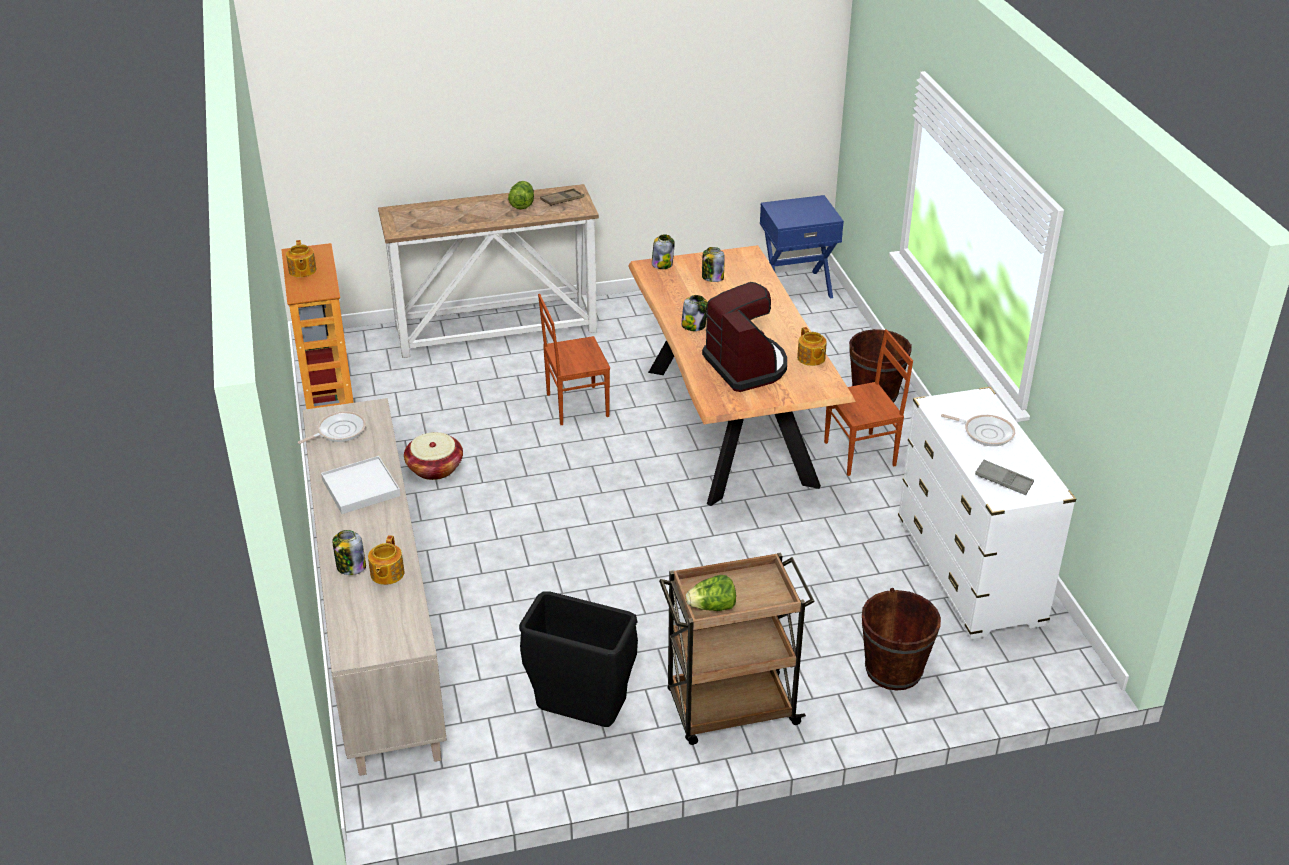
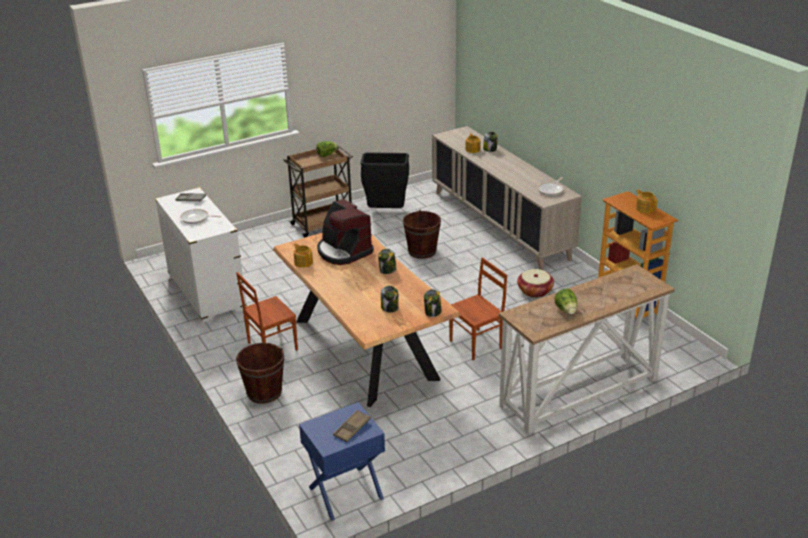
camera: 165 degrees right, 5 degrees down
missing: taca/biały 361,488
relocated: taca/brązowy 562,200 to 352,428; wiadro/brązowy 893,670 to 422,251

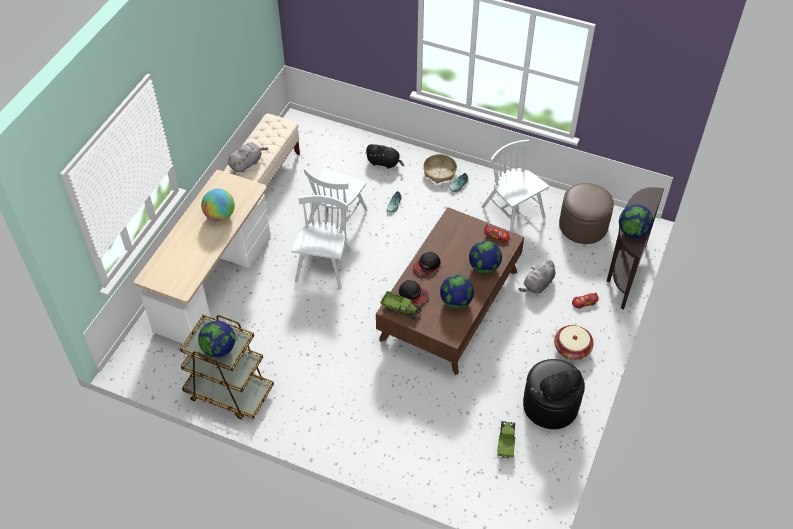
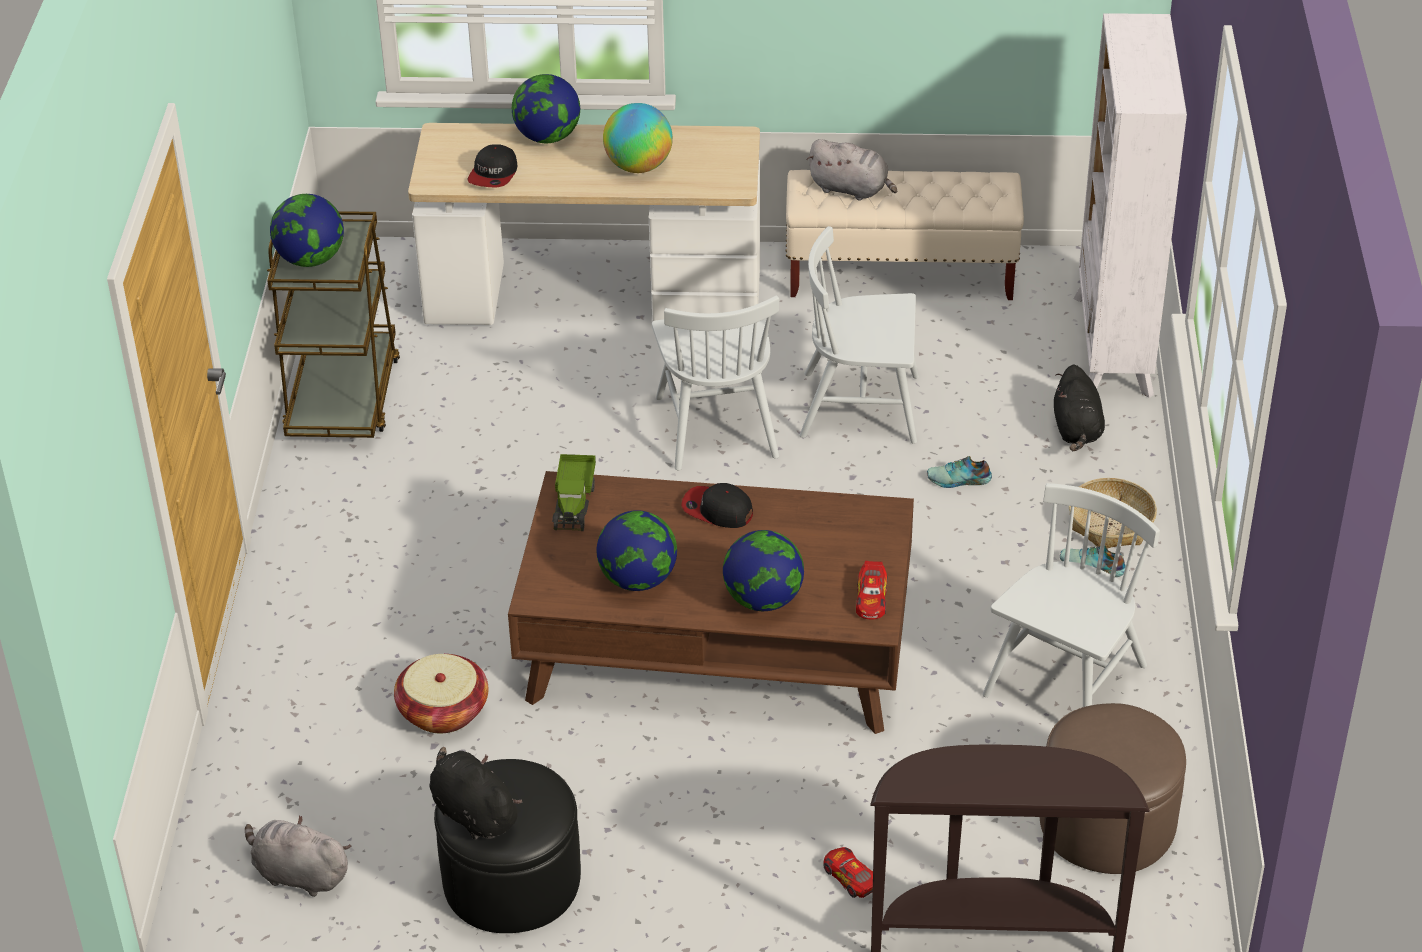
camera: 70 degrees right, 10 degrees down
missing: ciężarówka zabawkowa 506,442
appeared: regał/biały 1112,346
relocated: czapka z daszkiem 413,294 to 493,174; pluszak/szary 538,285 to 298,874; koszyk 572,348 to 443,711; globus 632,232 to 547,137
spun: krzesło/biały 323,266 = 717,426 90 degrees clockwise

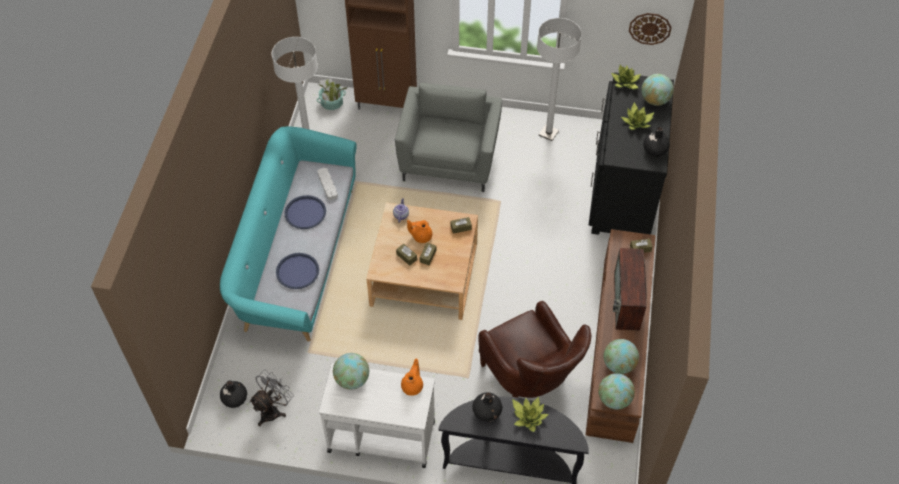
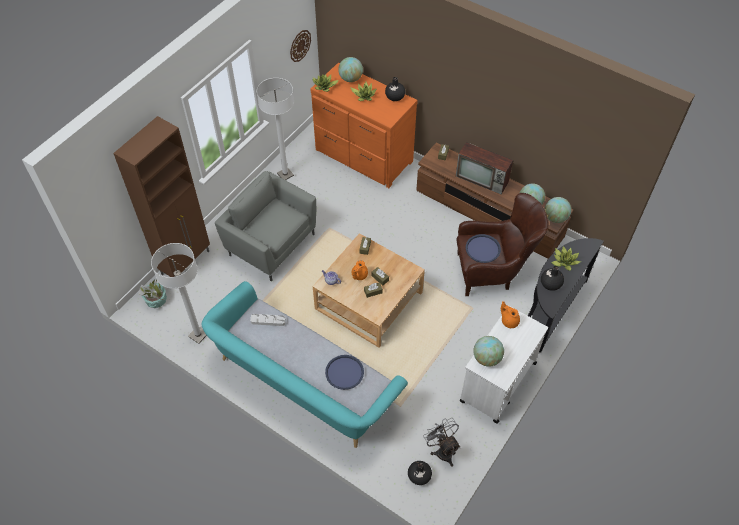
camera: 65 degrees left, 0 degrees up
relocated: taca/niebieski 305,213 to 483,249
colour: komoda/czarny 622,191 to komoda/pomarańczowy 363,156

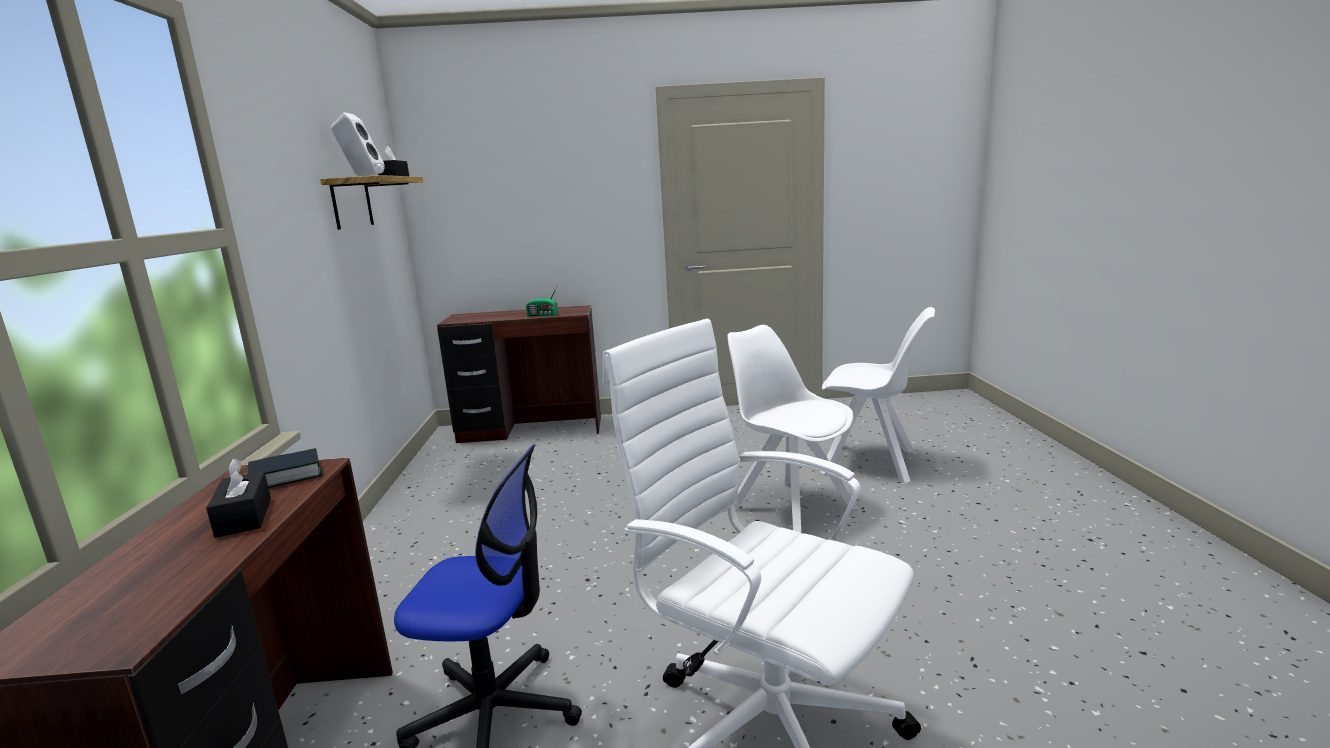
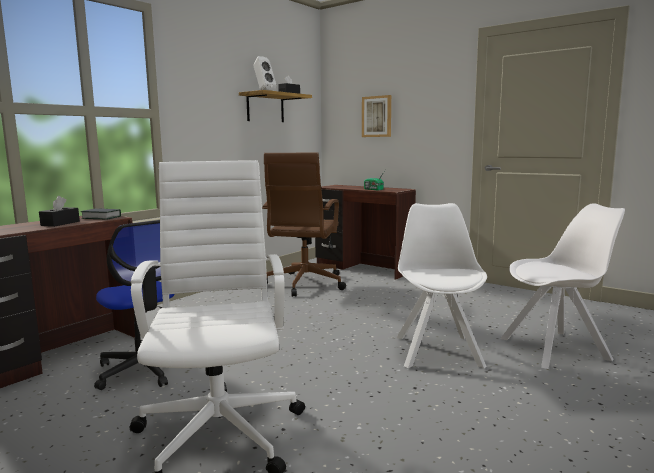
camera: 40 degrees right, 5 degrees down
appeared: krzesło biurowe/brązowy 304,284; obraz 377,116
spun: krzesło/biały 871,462 = 556,349 75 degrees counterclockwise

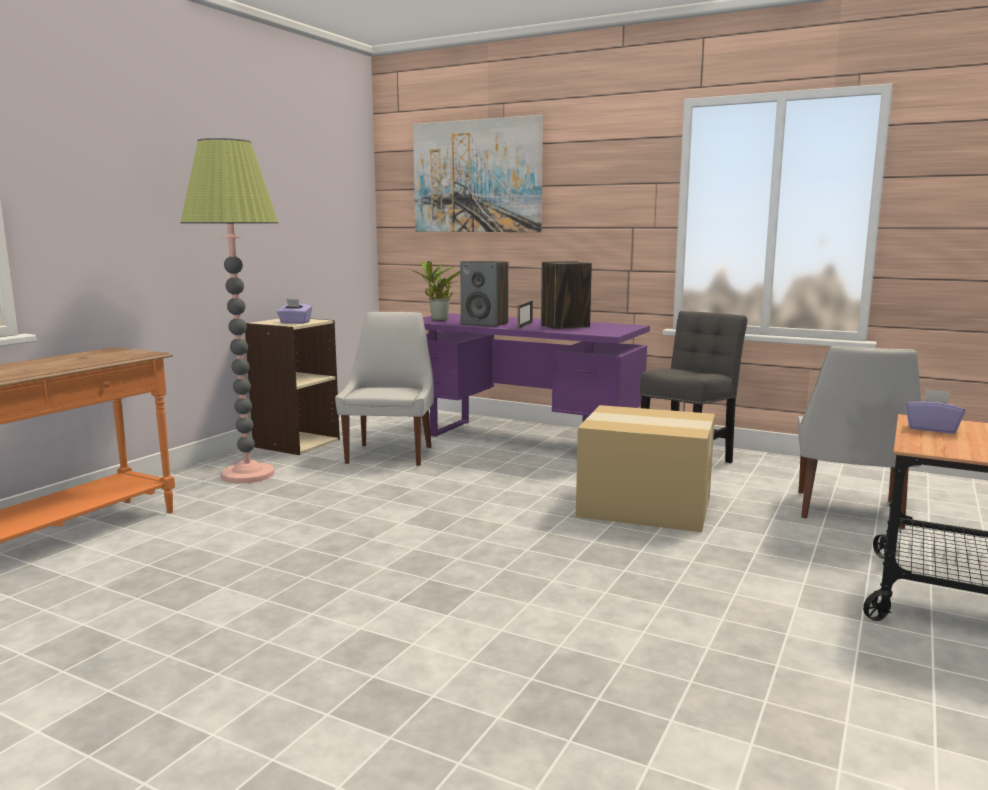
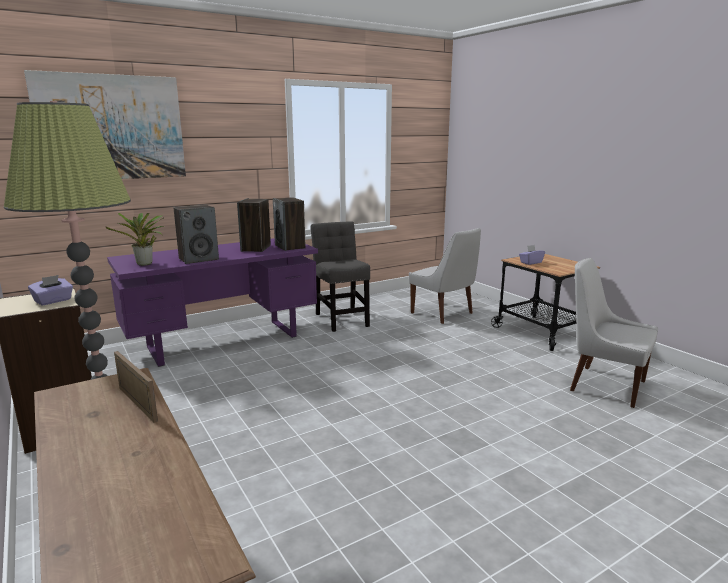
camera: 60 degrees left, 5 degrees up
missing: karton 646,507
appeared: głośnik 290,247
relocated: krzesło/biały 390,454 to 604,385; ramka na zdjęcie 525,326 to 137,404

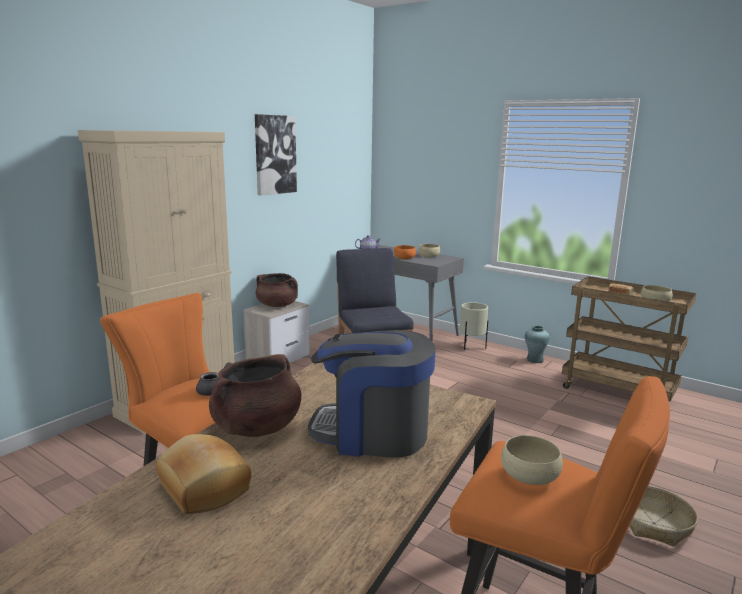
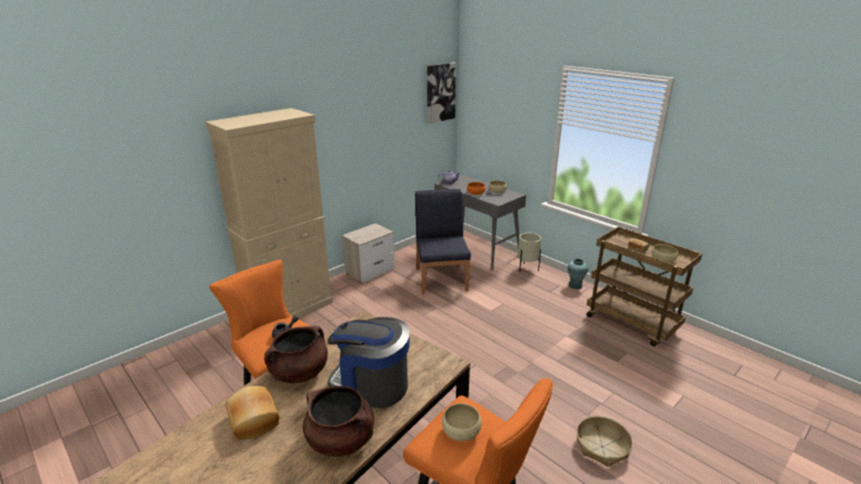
camera: 10 degrees right, 10 degrees up
relocated: obraz 274,154 to 440,92; garnek/brązowy 277,305 to 341,440

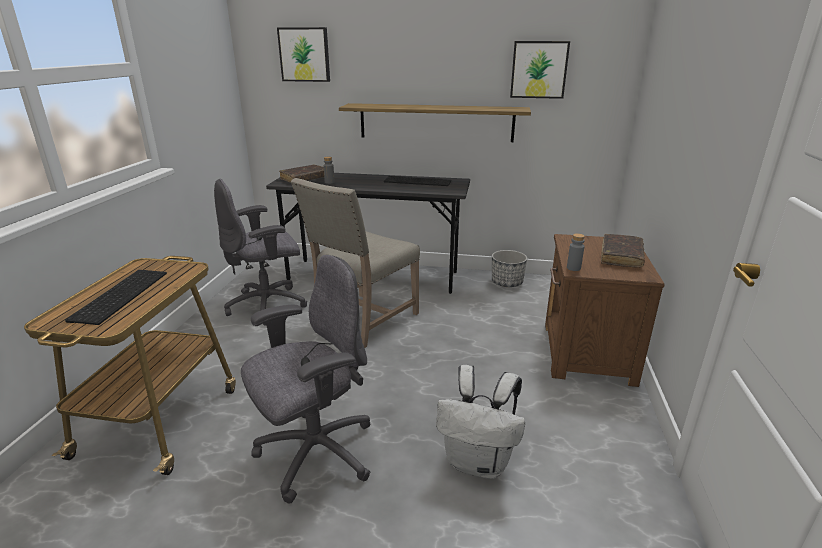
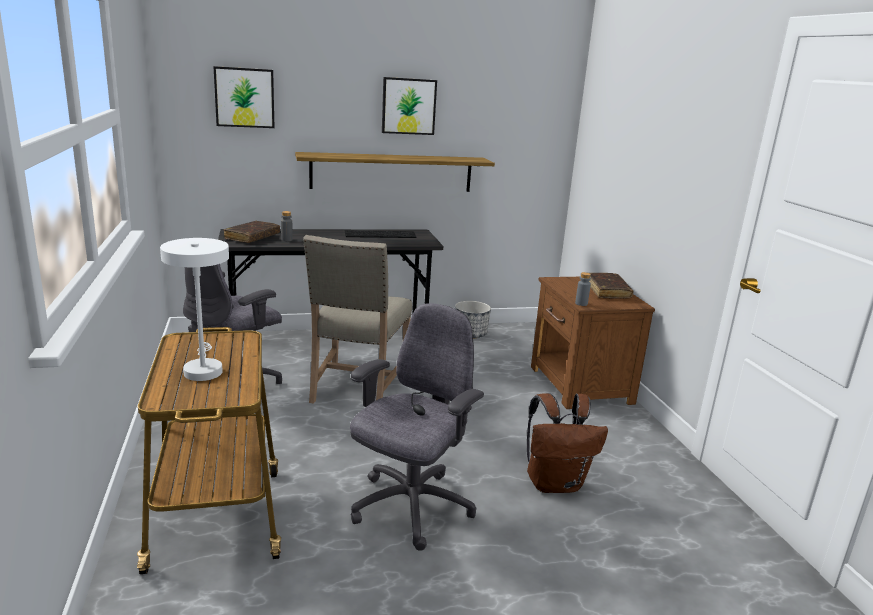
camera: 25 degrees left, 5 degrees down
relocated: obraz 539,69 to 408,106
exchanged: klawiatura 119,295 to lampa stołowa/biały 202,369
colour: plecak/biały 478,462 to plecak/brązowy 555,483

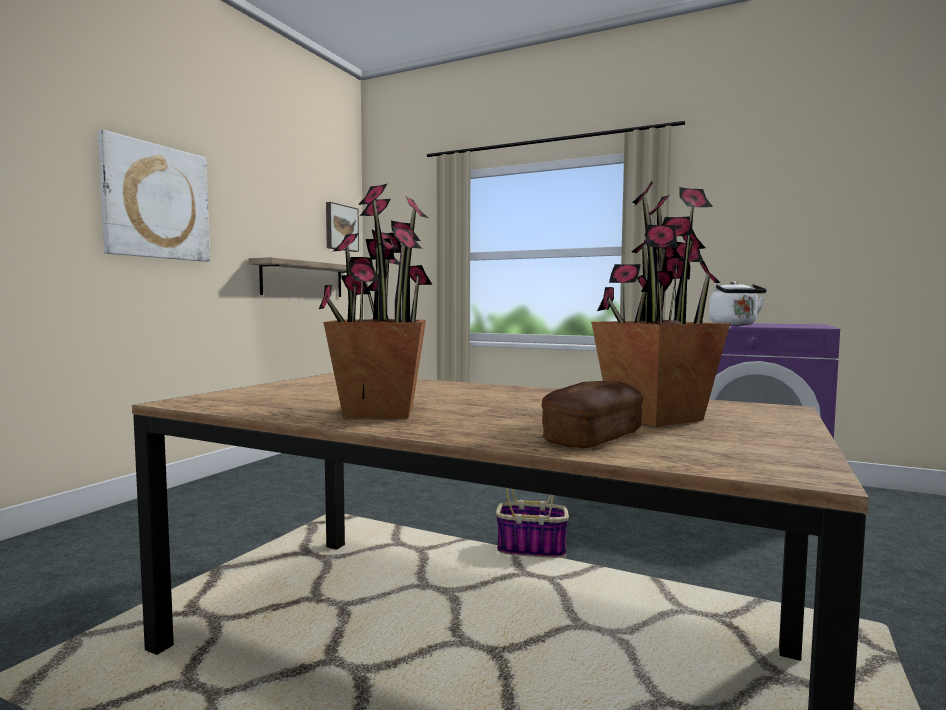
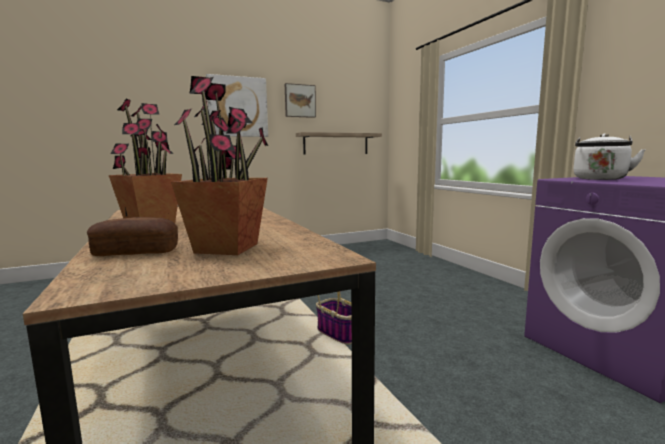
camera: 40 degrees right, 5 degrees up
relocated: obraz 340,227 to 299,101

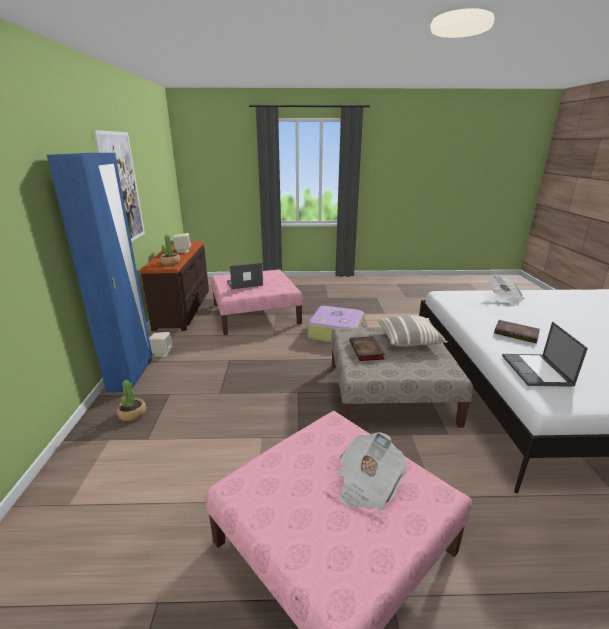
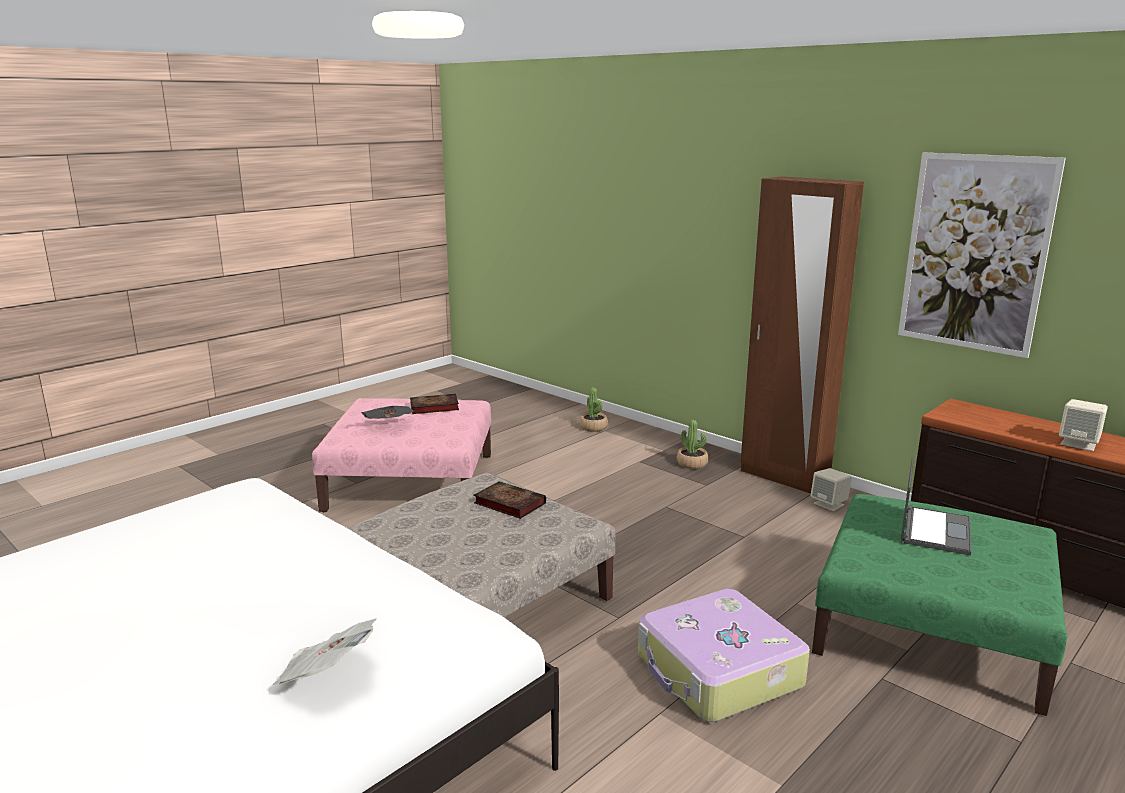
camera: 135 degrees right, 5 degrees down
missing: poduszka 409,339; laptop 536,370
relocated: roślina doniczkowa 170,263 to 593,427; książka 517,334 to 433,407
colour: szafa/niebieski 131,375 to szafa/brązowy 783,478; pufa/różowy 255,314 to pufa/zielony 930,626

